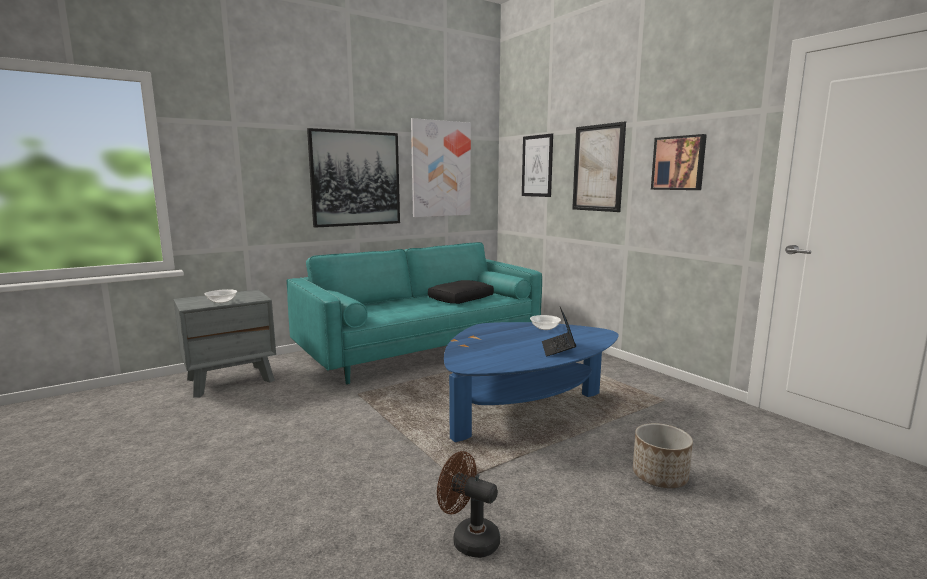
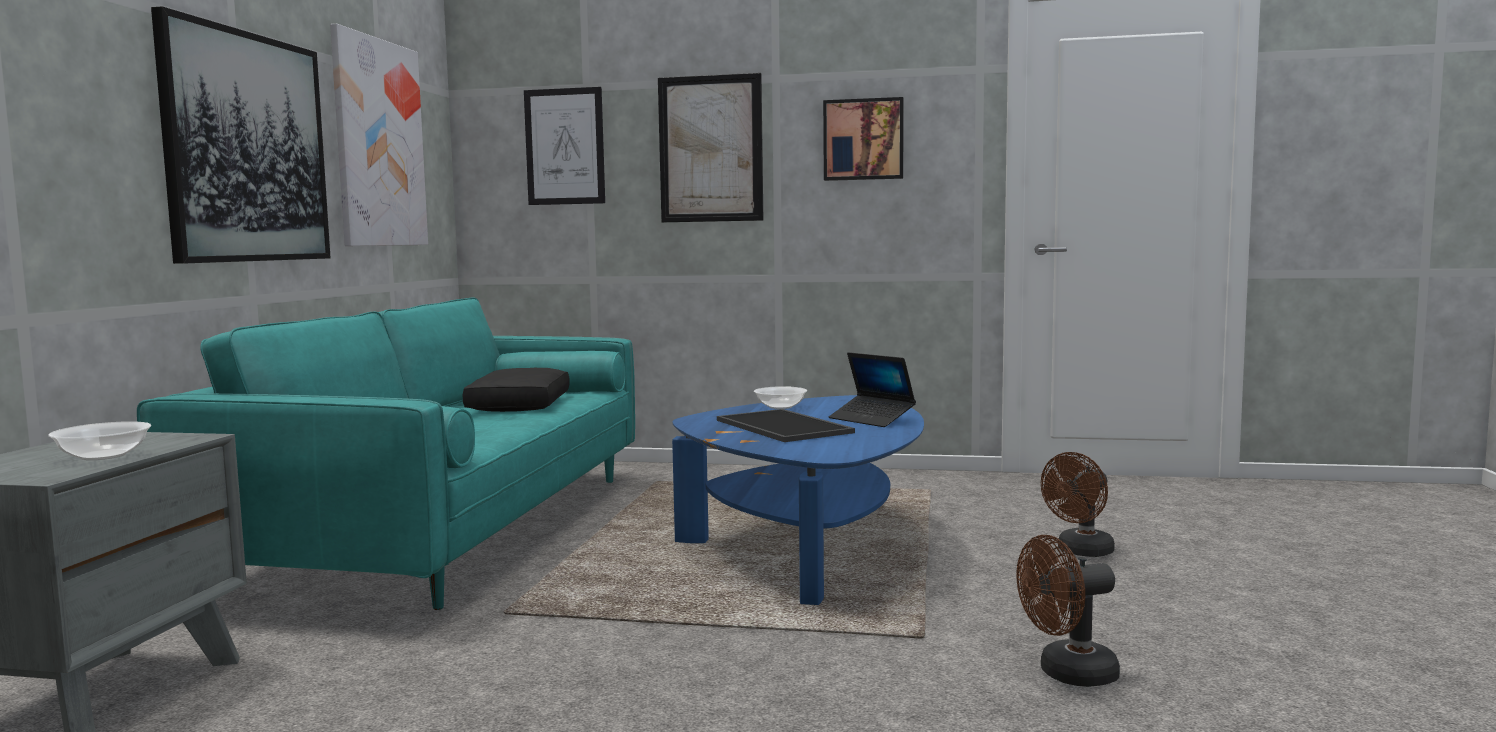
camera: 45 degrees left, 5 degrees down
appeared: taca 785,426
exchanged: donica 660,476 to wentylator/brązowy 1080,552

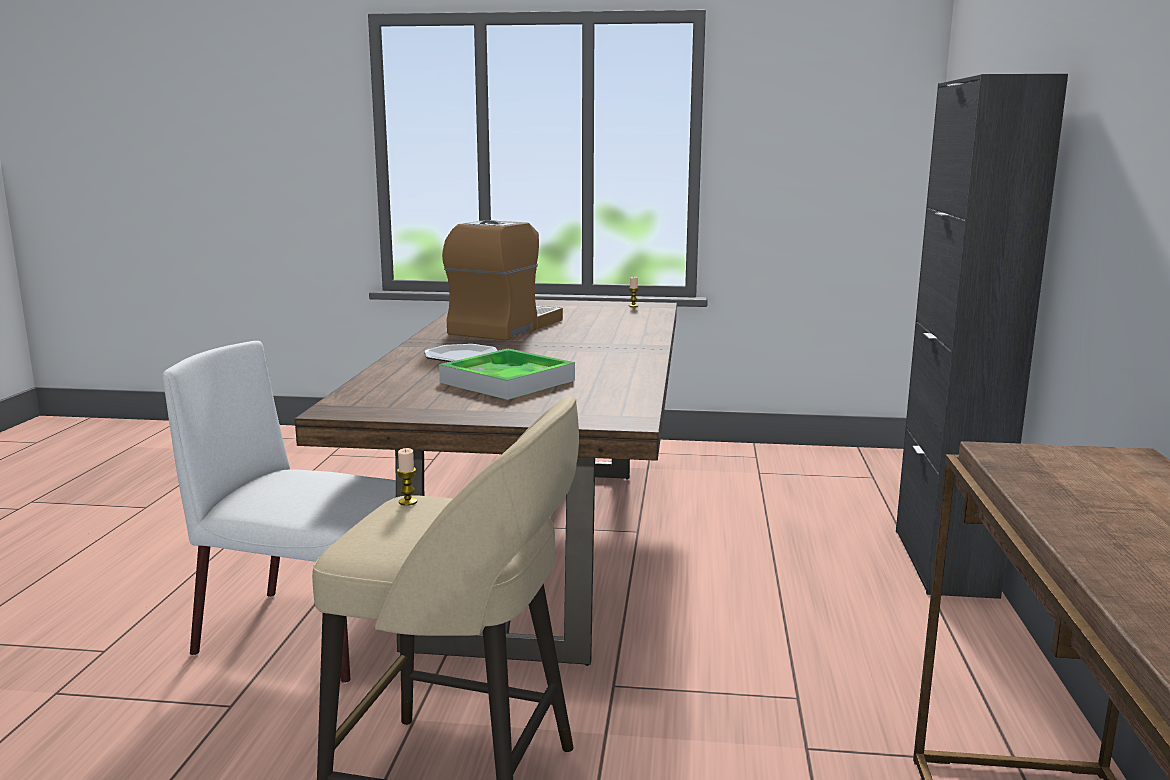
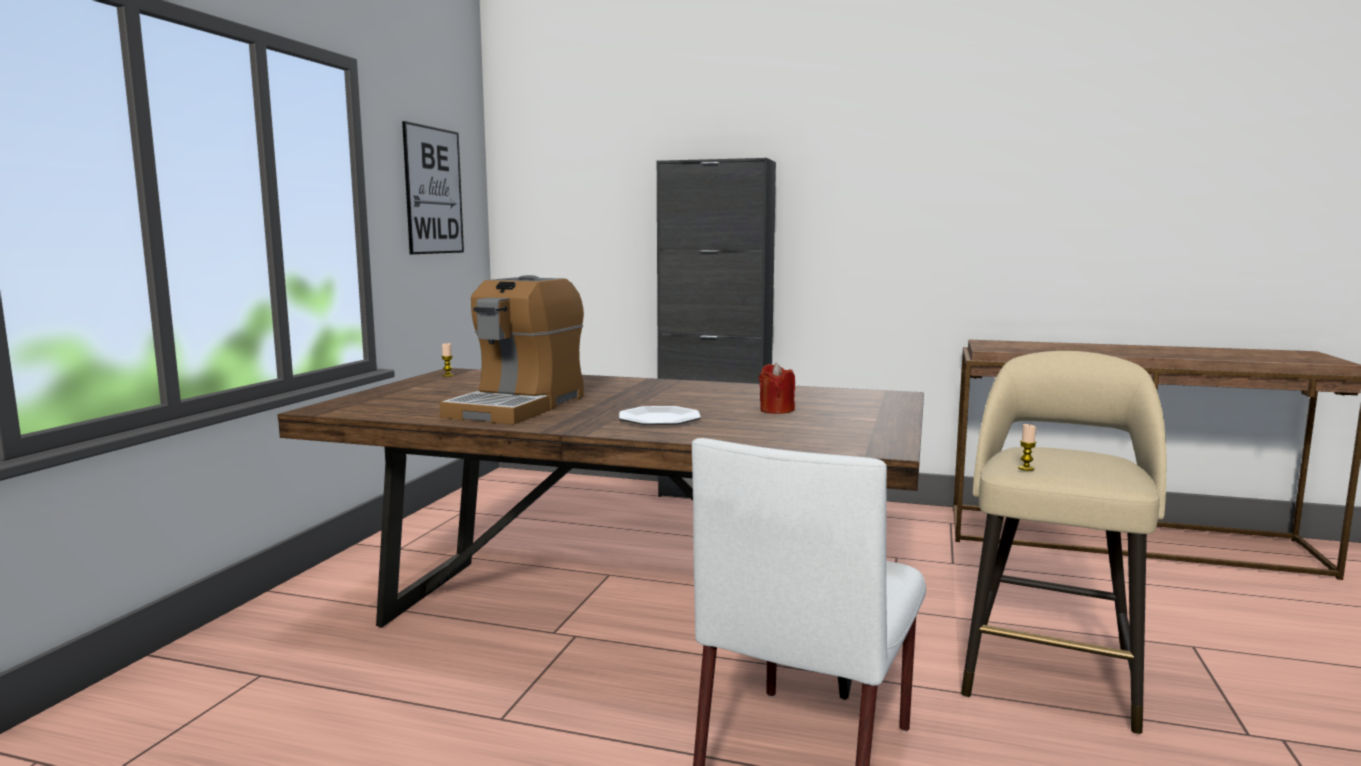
camera: 80 degrees left, 5 degrees down
appeared: obraz 433,191
exchanged: taca 507,381 to świeca/czerwony 776,410
spun: ekspres do kawy 505,327 = 518,406 105 degrees counterclockwise

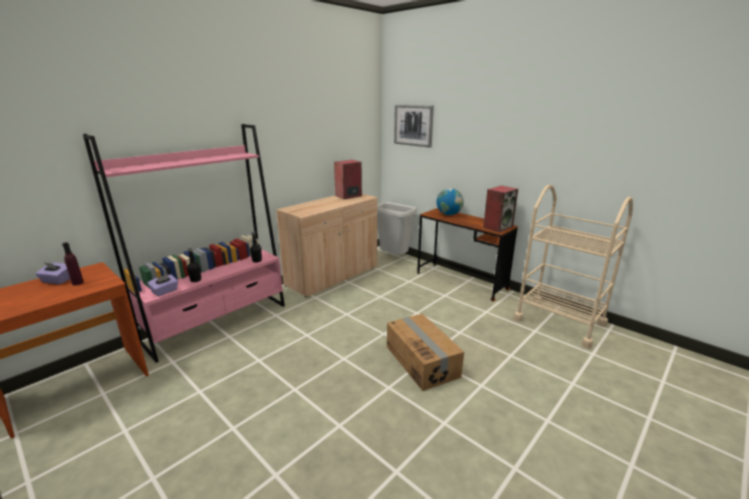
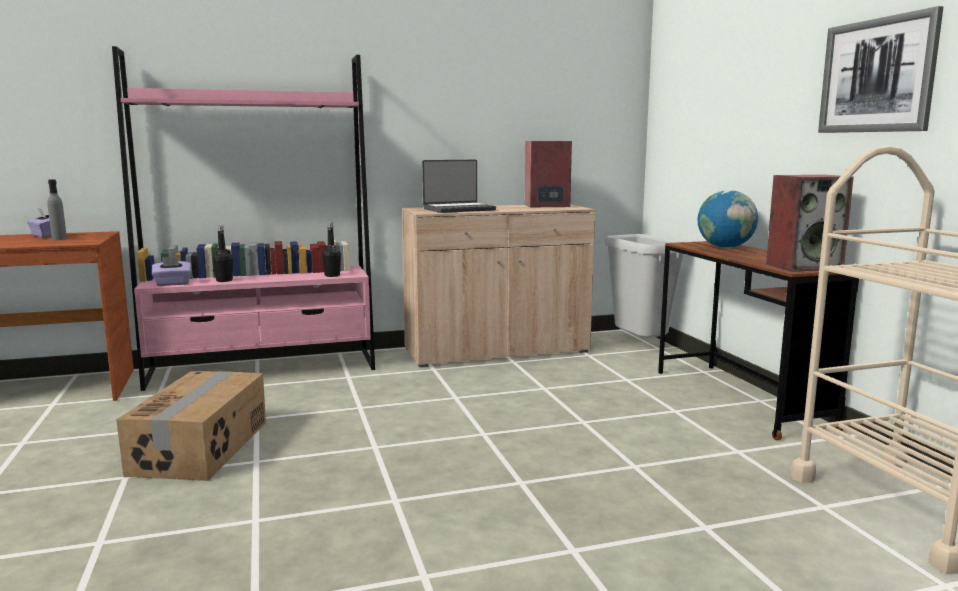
camera: 30 degrees right, 10 degrees down
appeared: laptop 458,209
relocated: karton 422,361 to 202,447; obraz 413,125 to 876,76
colour: butelka/fioletowy 78,283 to butelka/szary 59,239

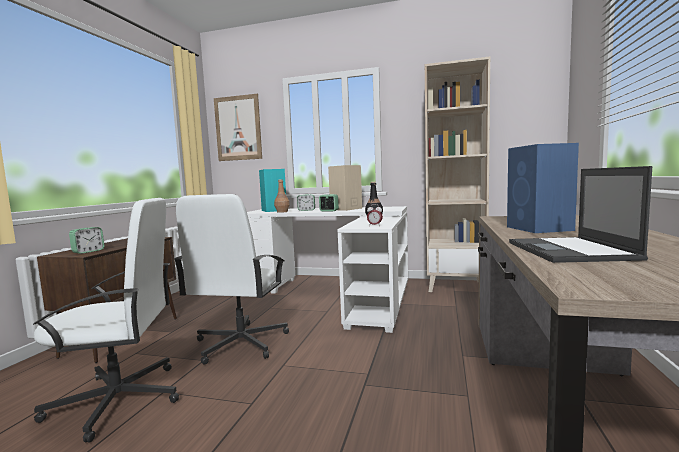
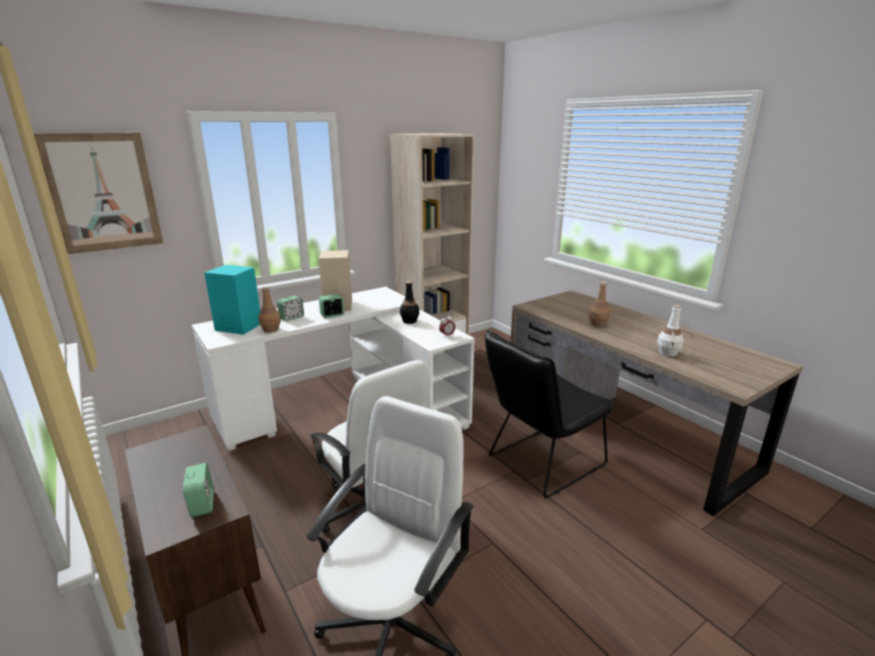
camera: 50 degrees left, 15 degrees up
appeared: krzesło/czarny 540,463
exchanged: głośnik/niebieski 540,229 to butelka/brązowy 598,324; laptop 570,251 to butelka/biały 668,353

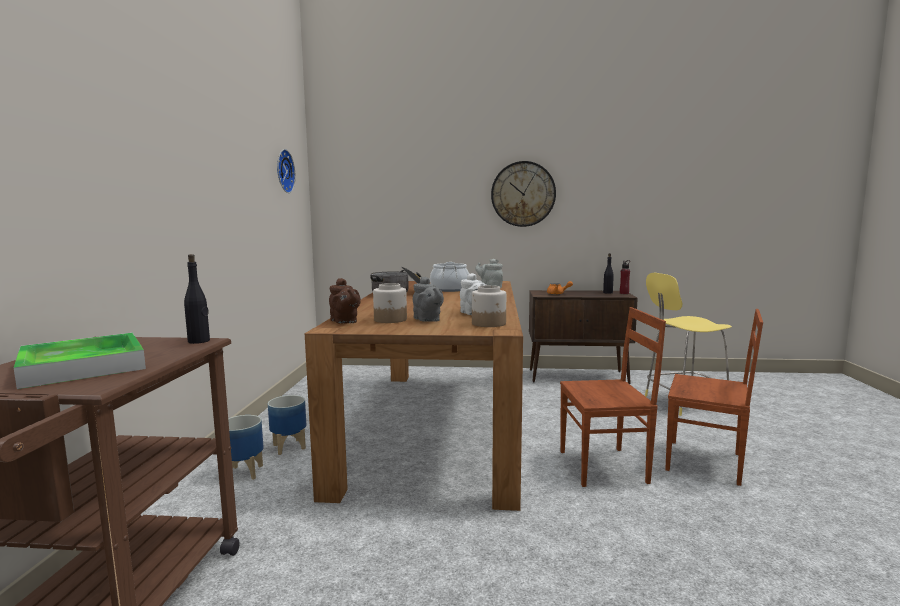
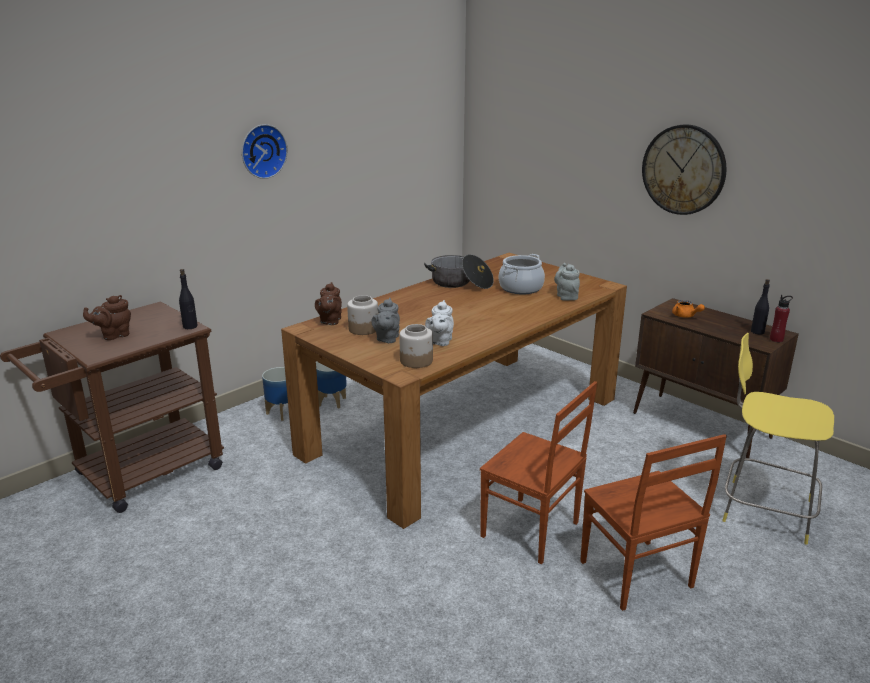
camera: 40 degrees right, 15 degrees up
relocated: zegar ścienny 283,171 to 262,151
exchanged: taca 83,366 to imbryk/brązowy 113,335

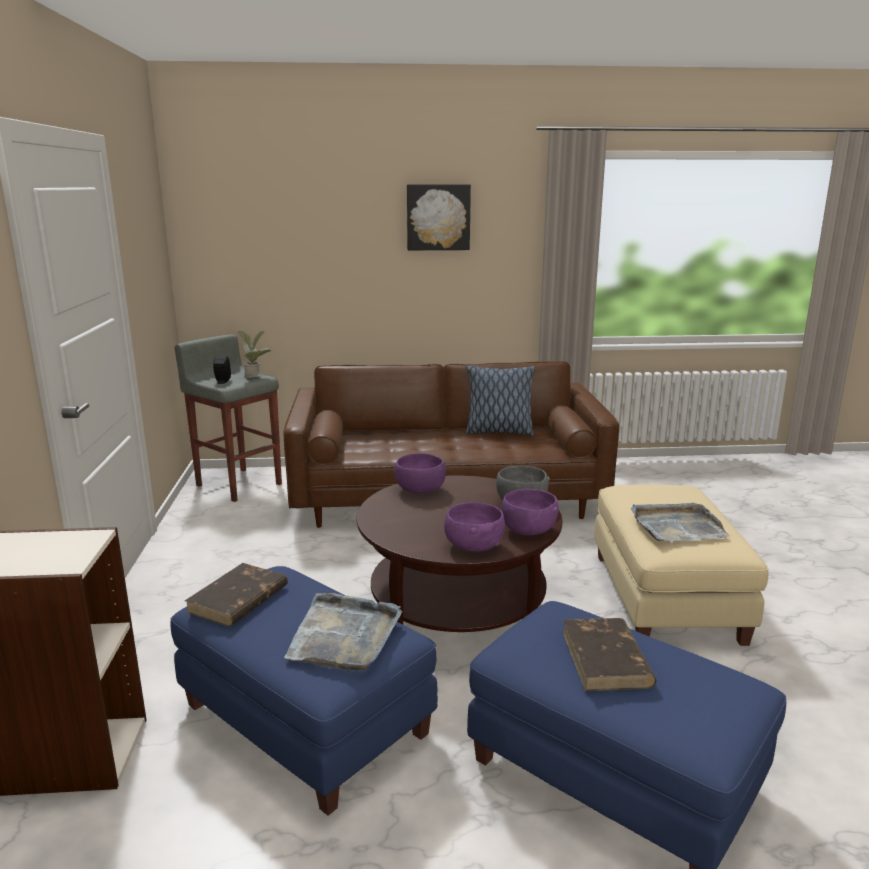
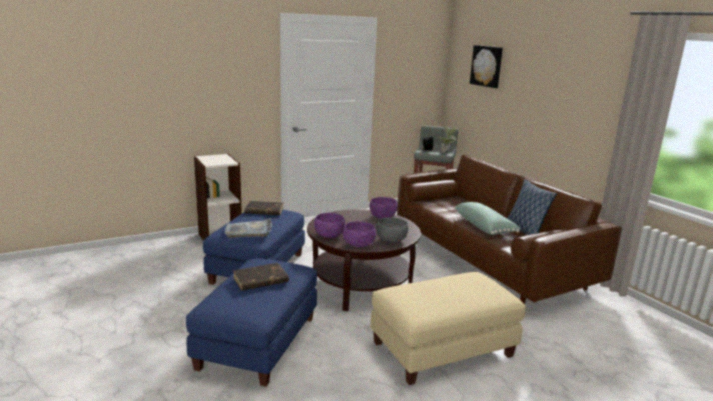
camera: 65 degrees right, 0 degrees up
missing: taca/szary 676,526
appeared: poduszka/zielony 484,227
relocated: obraz 438,217 to 487,66

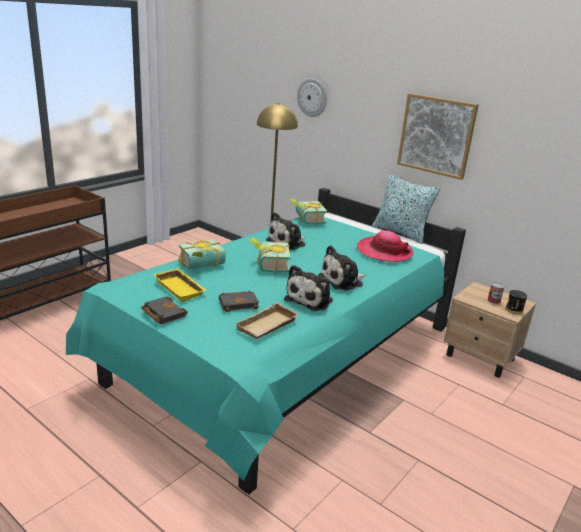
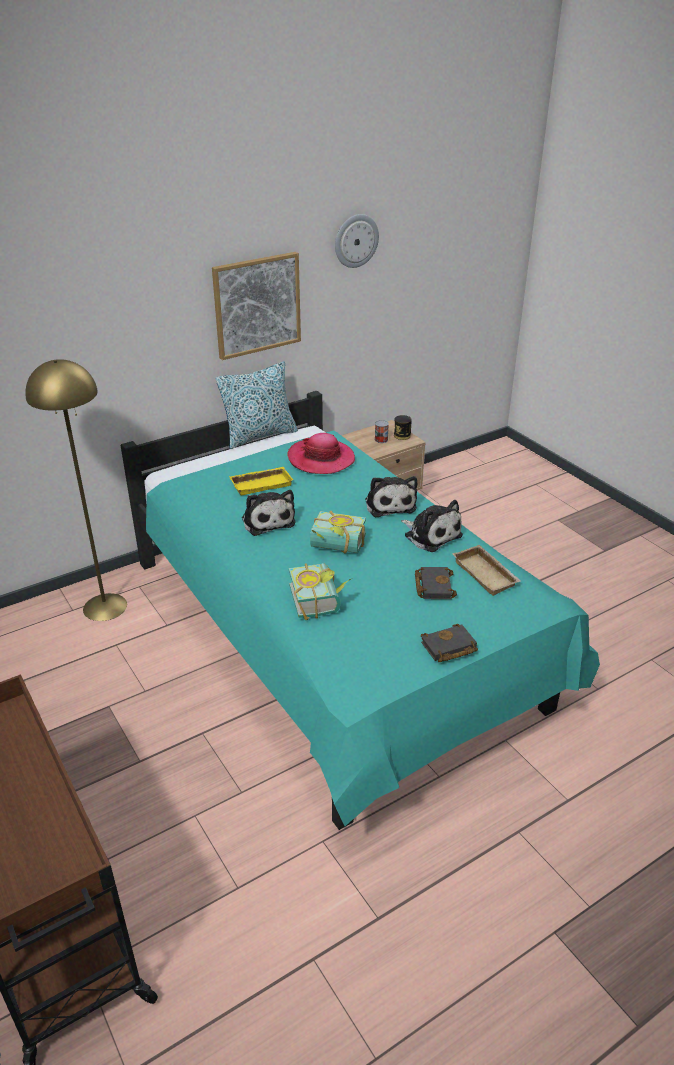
camera: 70 degrees left, 10 degrees up
missing: książka 306,220
relocated: taca/żółty 181,288 to 261,484; zegar ścienny 312,97 to 356,240

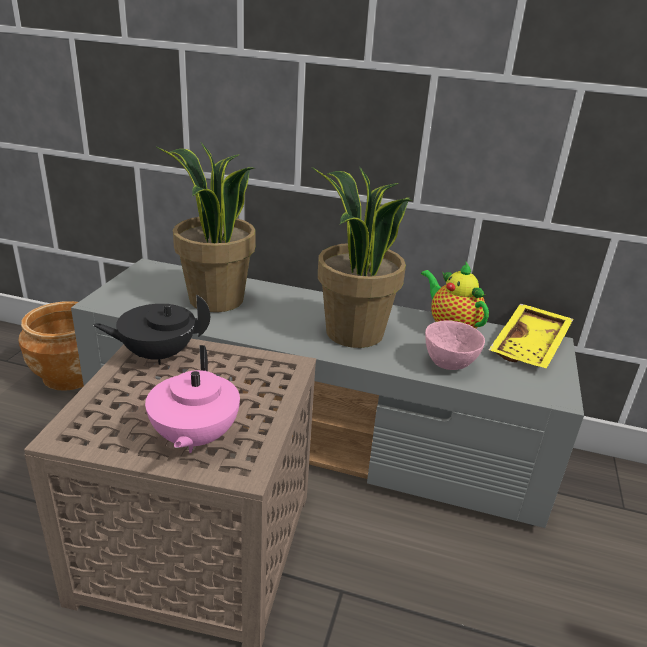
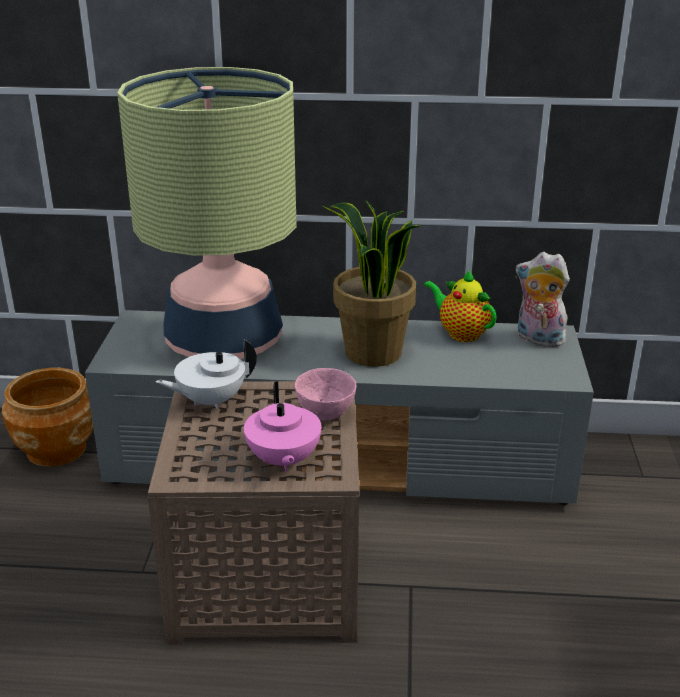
camera: 10 degrees left, 0 degrees up
relocated: miska/różowy 450,365 to 326,415
exchanged: roślina doniczkowa 215,300 to lampa stołowa 224,342; taca/żółty 531,347 to pluszak 537,340
colour: imbryk/czarny 157,354 to imbryk/biały 210,400

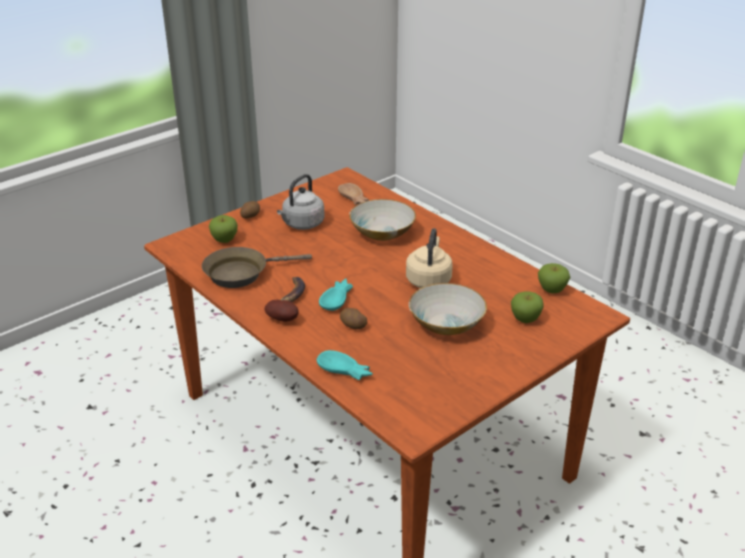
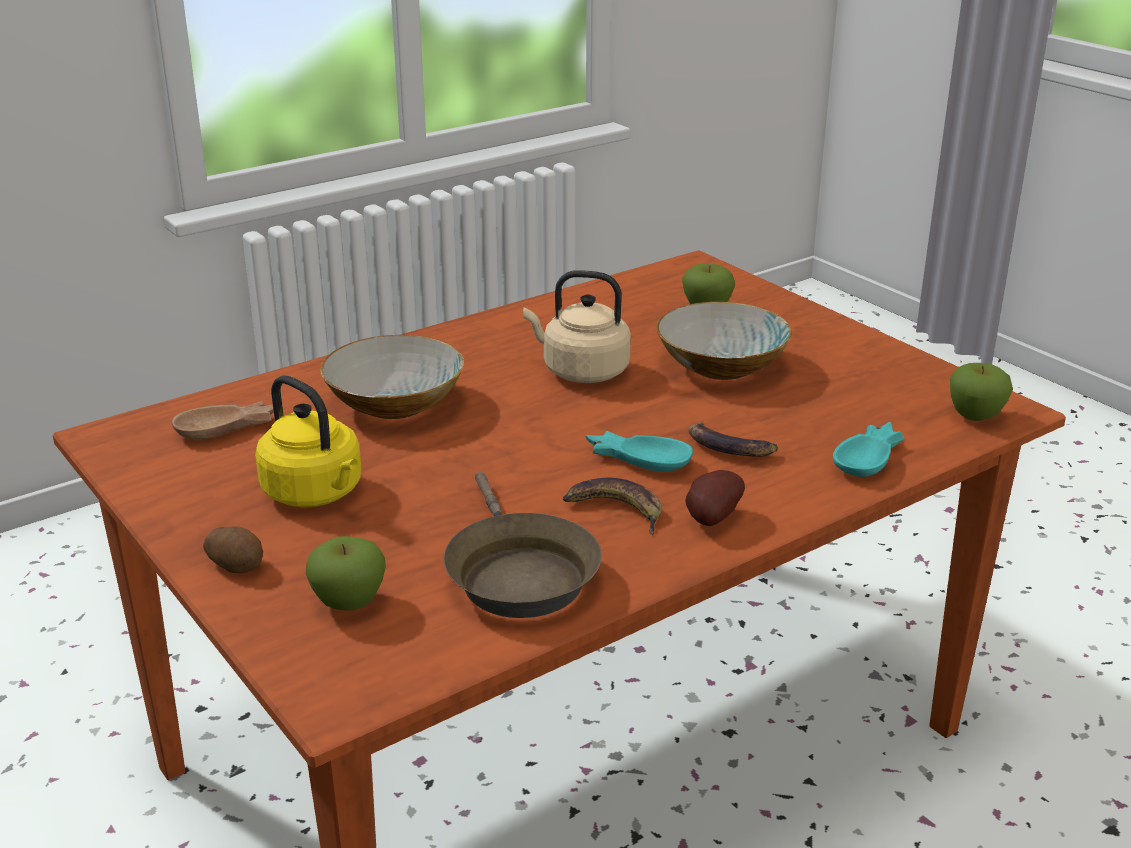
camera: 85 degrees left, 5 degrees down
relocated: jabłko 551,290 to 975,416
exchanged: ziemniak 352,326 to banan 729,447
colour: czajnik/szary 302,224 to czajnik/żółty 316,493

